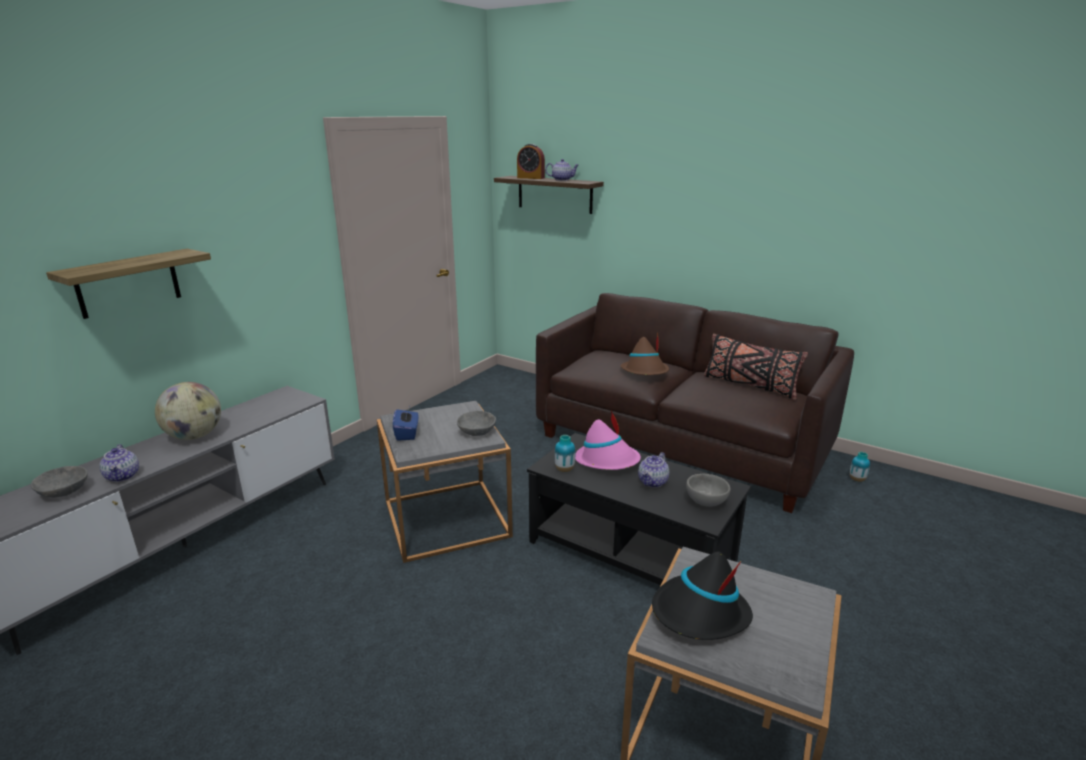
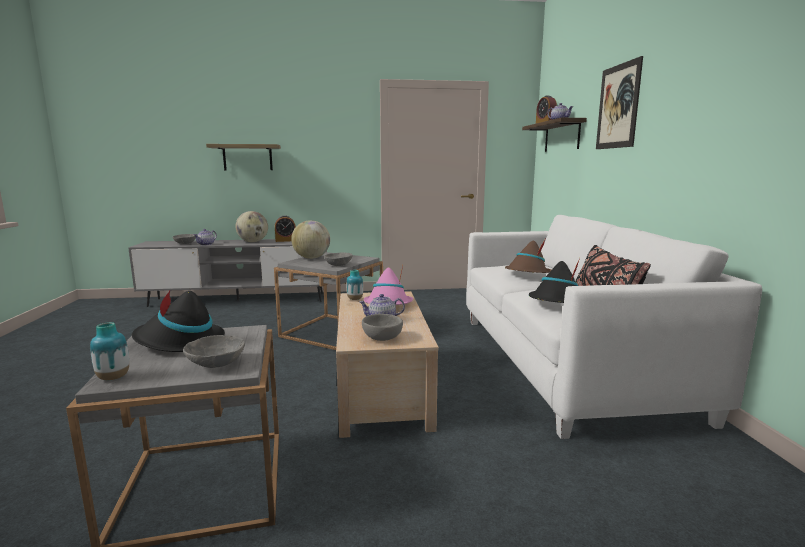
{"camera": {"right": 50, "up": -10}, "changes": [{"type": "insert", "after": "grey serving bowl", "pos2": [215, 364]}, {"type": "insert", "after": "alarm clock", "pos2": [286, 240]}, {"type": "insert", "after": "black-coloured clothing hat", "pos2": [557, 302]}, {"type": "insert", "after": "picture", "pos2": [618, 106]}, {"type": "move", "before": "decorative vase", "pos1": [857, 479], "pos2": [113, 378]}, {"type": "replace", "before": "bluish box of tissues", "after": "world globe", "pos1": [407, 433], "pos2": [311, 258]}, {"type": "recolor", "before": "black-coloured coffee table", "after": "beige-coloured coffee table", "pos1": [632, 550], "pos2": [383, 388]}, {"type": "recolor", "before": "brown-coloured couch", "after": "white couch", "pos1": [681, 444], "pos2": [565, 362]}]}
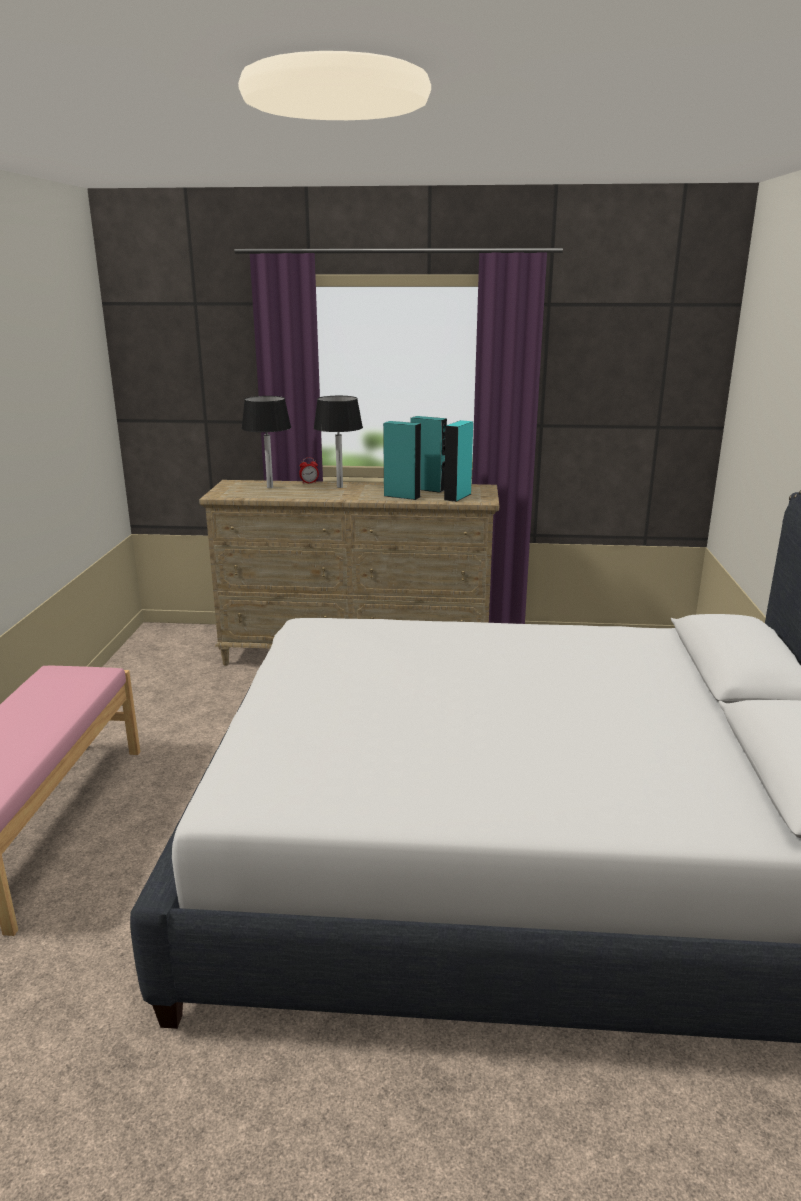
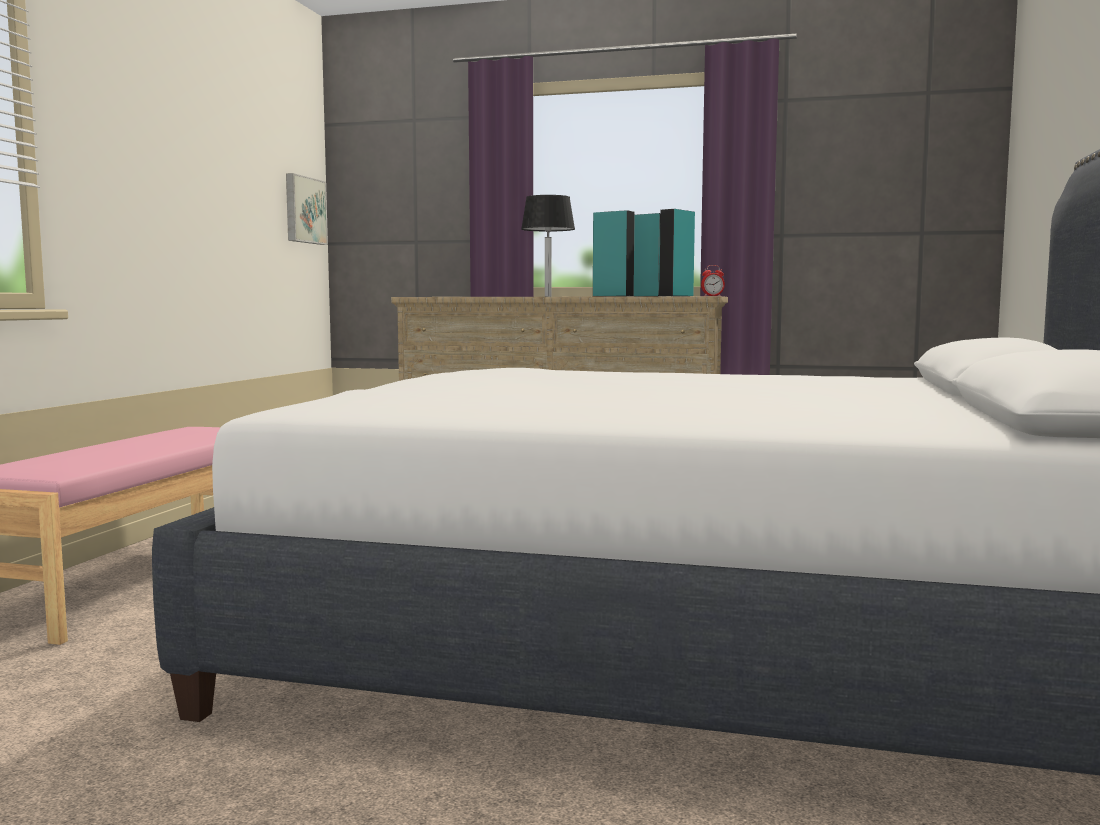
{"camera": {"right": 10, "up": -15}, "changes": [{"type": "delete", "before": "black-coloured table lamp", "pos1": [270, 487]}, {"type": "insert", "after": "picture", "pos2": [303, 210]}, {"type": "move", "before": "alarm clock", "pos1": [309, 483], "pos2": [712, 296]}]}
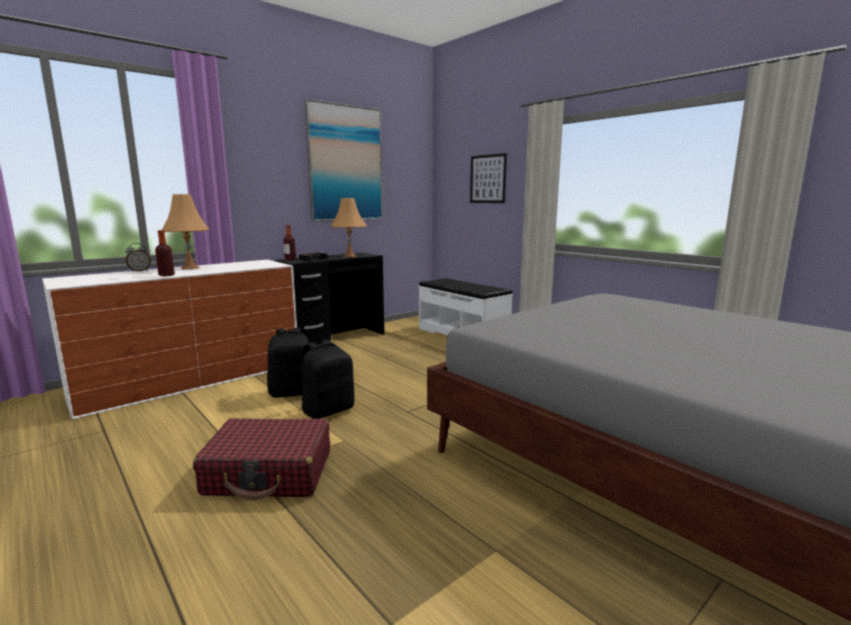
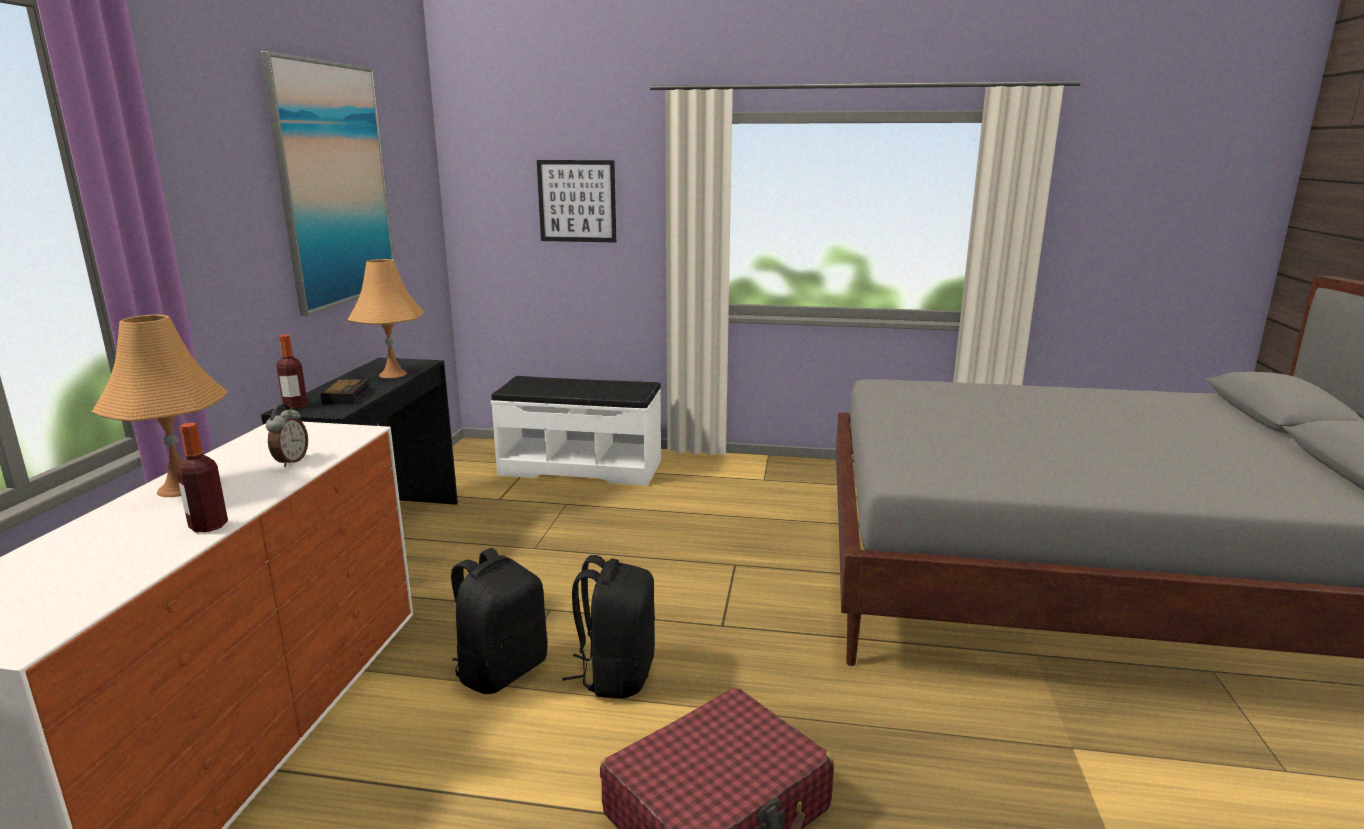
{"camera": {"right": -40, "up": 5}, "changes": [{"type": "move", "before": "alarm clock", "pos1": [139, 271], "pos2": [290, 461]}]}
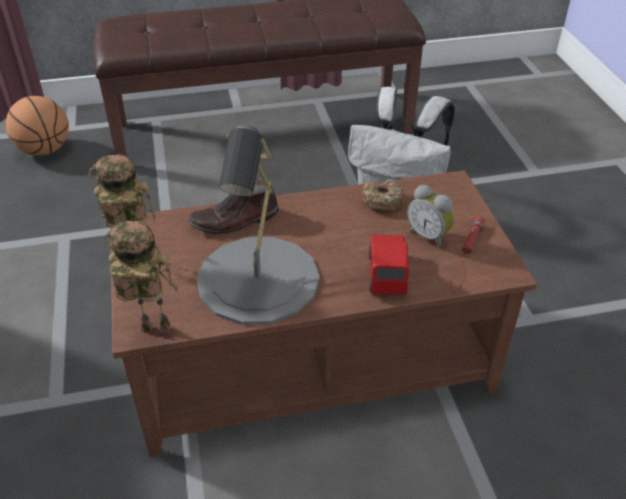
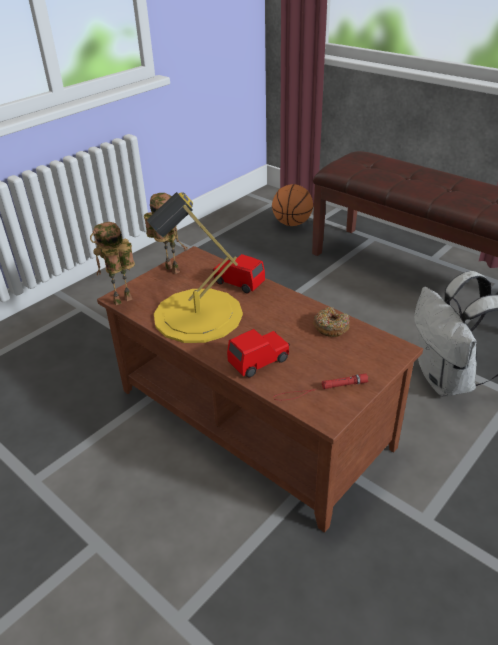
{"camera": {"right": 55, "up": -5}, "changes": [{"type": "delete", "before": "alarm clock", "pos1": [429, 236]}, {"type": "replace", "before": "brown-coloured shoe", "after": "red miniature car", "pos1": [234, 221], "pos2": [239, 283]}, {"type": "recolor", "before": "grey table lamp", "after": "yellow-coloured table lamp", "pos1": [258, 279], "pos2": [198, 315]}, {"type": "rotate", "before": "robot figure", "pos1": [153, 331], "pos2": [122, 302], "turn": -90}]}
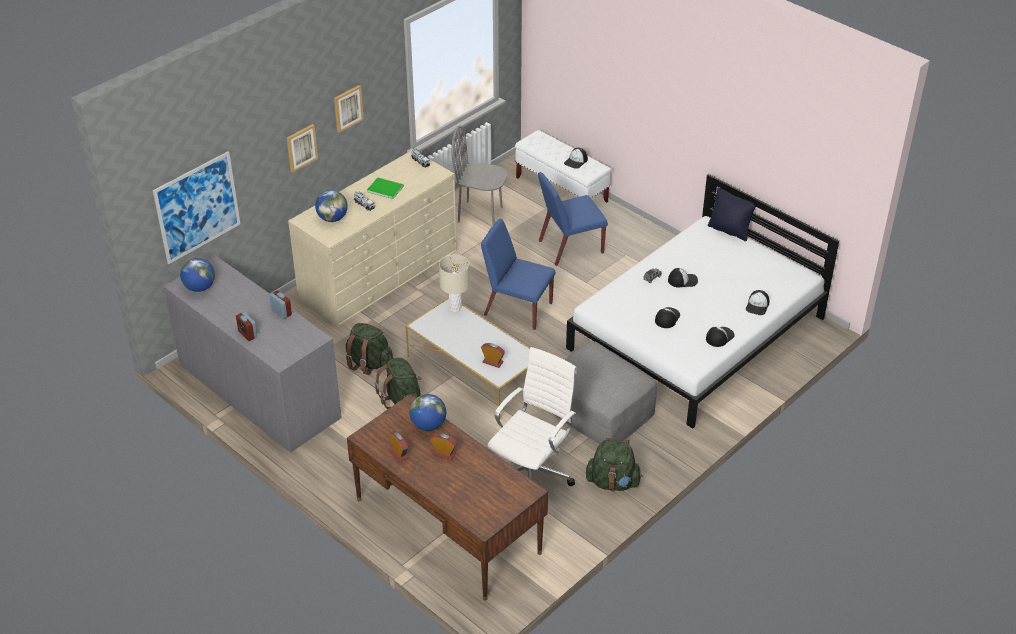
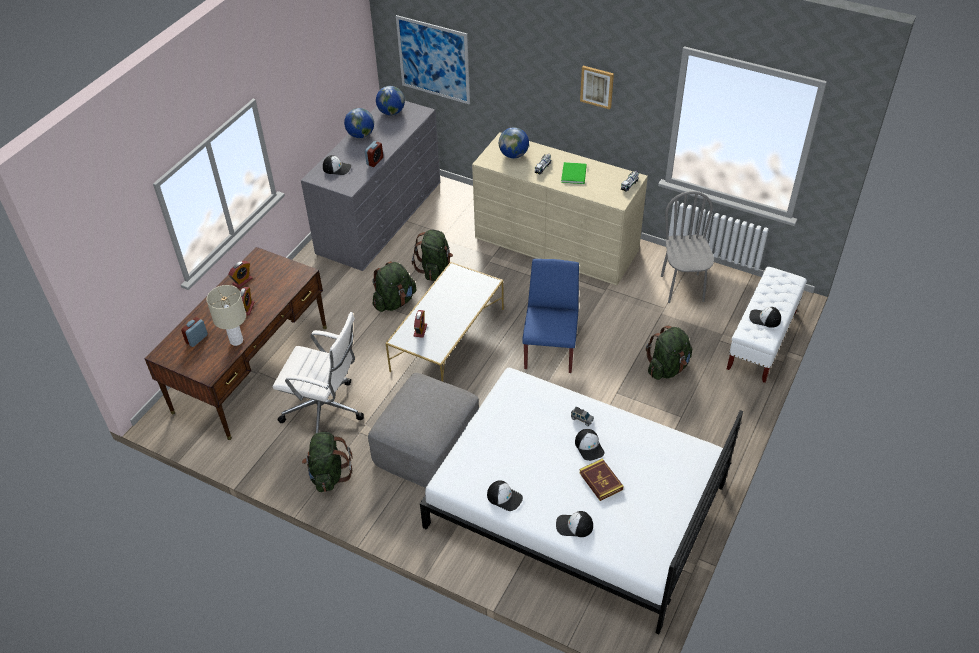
{"camera": {"right": 75, "up": 5}, "changes": [{"type": "delete", "before": "picture", "pos1": [301, 147]}, {"type": "delete", "before": "black-coloured throw pillow", "pos1": [729, 230]}, {"type": "insert", "after": "volume", "pos2": [601, 481]}, {"type": "move", "before": "alarm clock", "pos1": [247, 334], "pos2": [197, 339]}, {"type": "move", "before": "world globe", "pos1": [428, 425], "pos2": [360, 135]}, {"type": "move", "before": "beige-coloured table lamp", "pos1": [455, 308], "pos2": [236, 341]}, {"type": "move", "before": "peaked cap", "pos1": [667, 318], "pos2": [337, 168]}, {"type": "replace", "before": "bluish upright chair", "after": "greenish knapsack", "pos1": [570, 247], "pos2": [667, 368]}]}
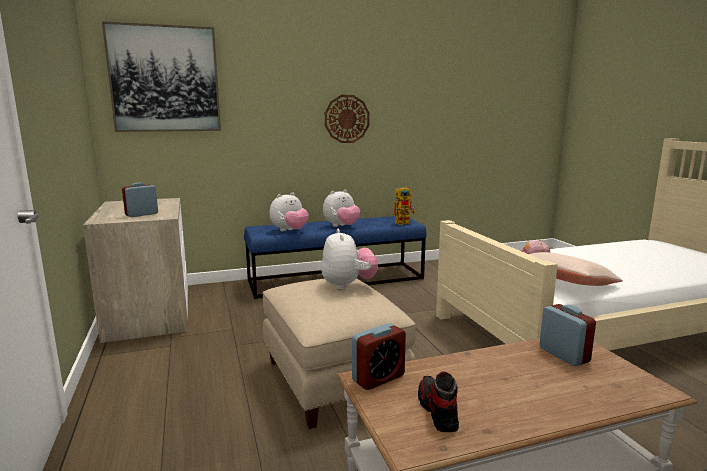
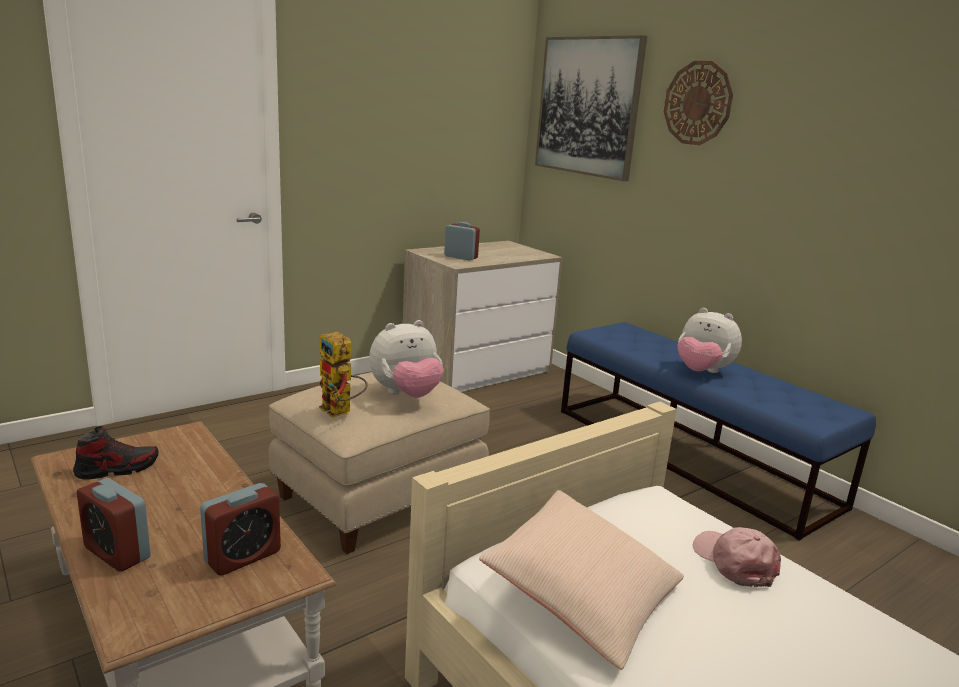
{"camera": {"right": 70, "up": 5}, "changes": [{"type": "delete", "before": "soft toy", "pos1": [289, 231]}, {"type": "move", "before": "wall clock", "pos1": [347, 119], "pos2": [698, 103]}, {"type": "move", "before": "alarm clock", "pos1": [378, 378], "pos2": [117, 553]}, {"type": "move", "before": "robot figure", "pos1": [404, 222], "pos2": [341, 412]}]}
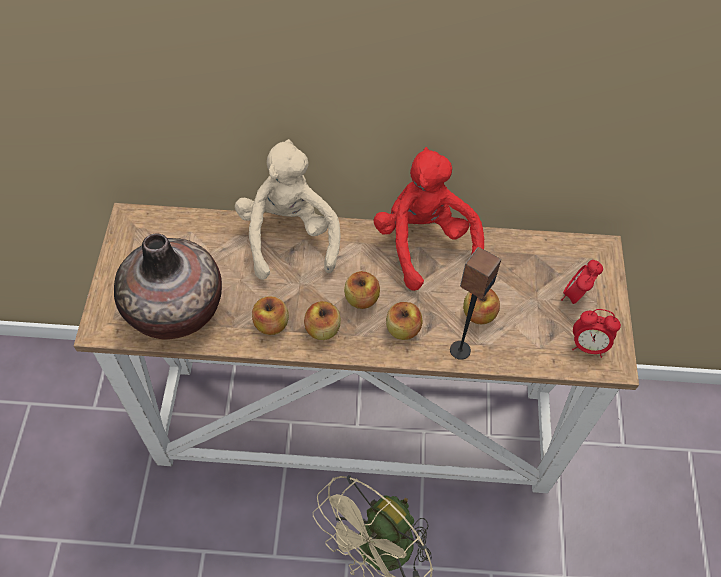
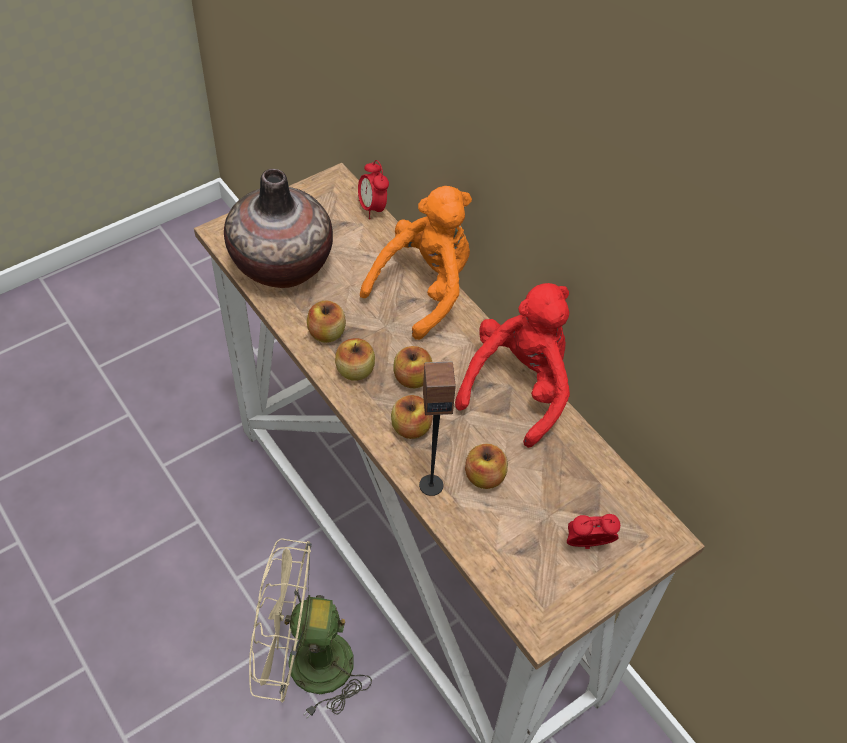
{"camera": {"right": 50, "up": -5}, "changes": [{"type": "move", "before": "alarm clock", "pos1": [588, 346], "pos2": [372, 208]}, {"type": "recolor", "before": "beige-coloured soft toy", "after": "orange-coloured soft toy", "pos1": [289, 236], "pos2": [425, 288]}]}
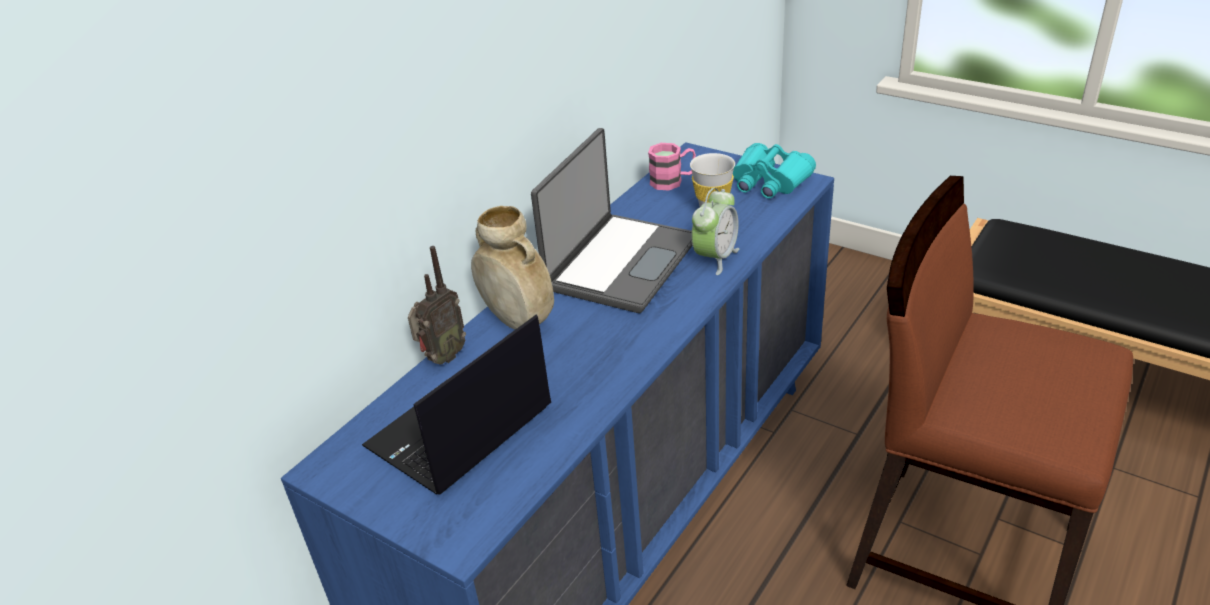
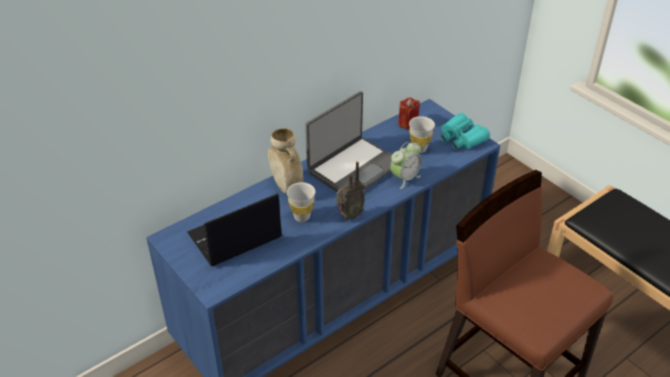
{"camera": {"right": 15, "up": 5}, "changes": [{"type": "insert", "after": "white cup", "pos2": [302, 217]}, {"type": "move", "before": "radio receiver", "pos1": [442, 358], "pos2": [349, 216]}, {"type": "replace", "before": "pink-coloured coffee mug", "after": "red candle", "pos1": [672, 181], "pos2": [408, 123]}]}
